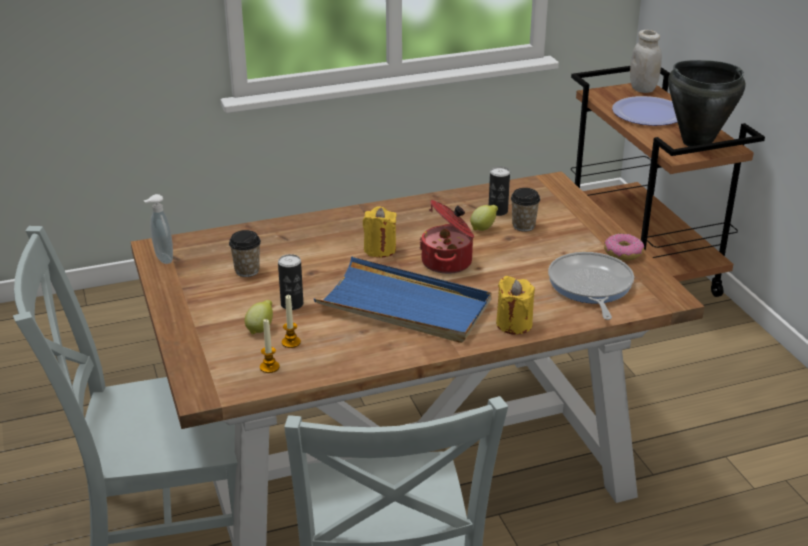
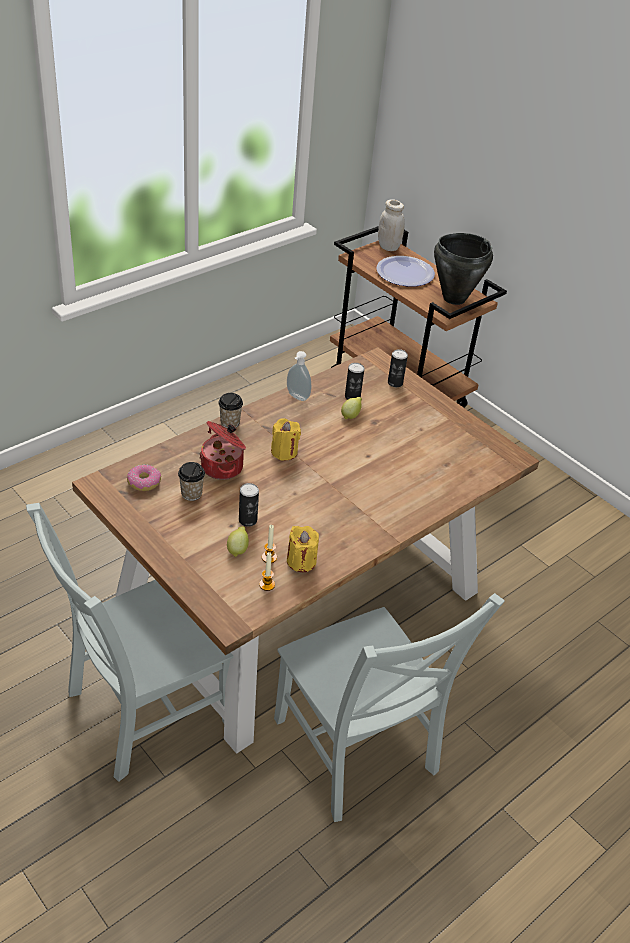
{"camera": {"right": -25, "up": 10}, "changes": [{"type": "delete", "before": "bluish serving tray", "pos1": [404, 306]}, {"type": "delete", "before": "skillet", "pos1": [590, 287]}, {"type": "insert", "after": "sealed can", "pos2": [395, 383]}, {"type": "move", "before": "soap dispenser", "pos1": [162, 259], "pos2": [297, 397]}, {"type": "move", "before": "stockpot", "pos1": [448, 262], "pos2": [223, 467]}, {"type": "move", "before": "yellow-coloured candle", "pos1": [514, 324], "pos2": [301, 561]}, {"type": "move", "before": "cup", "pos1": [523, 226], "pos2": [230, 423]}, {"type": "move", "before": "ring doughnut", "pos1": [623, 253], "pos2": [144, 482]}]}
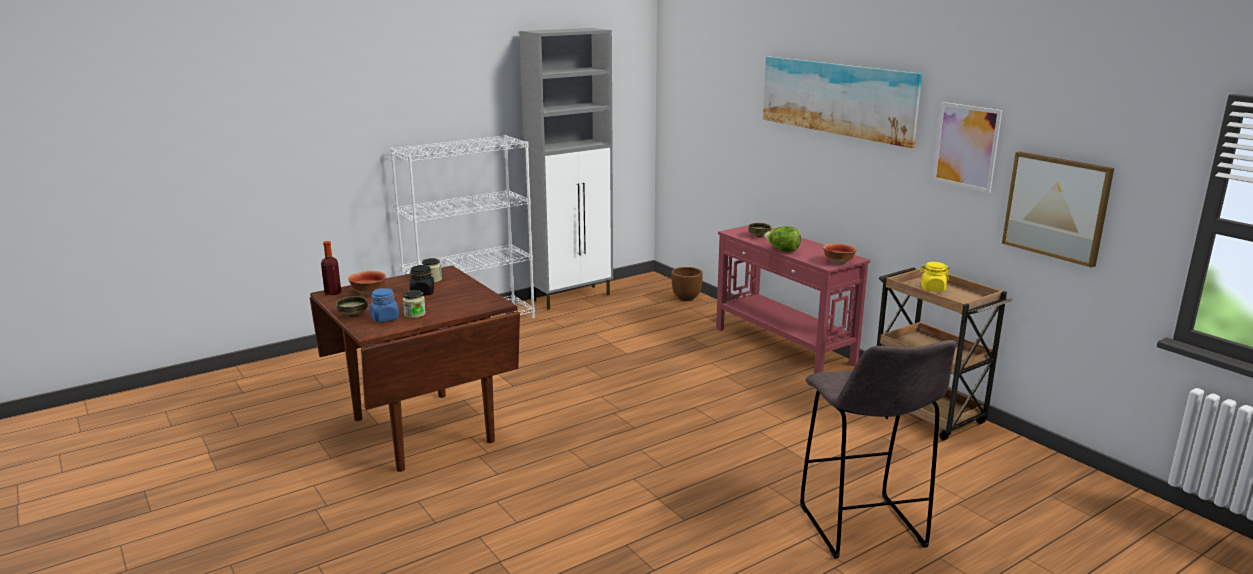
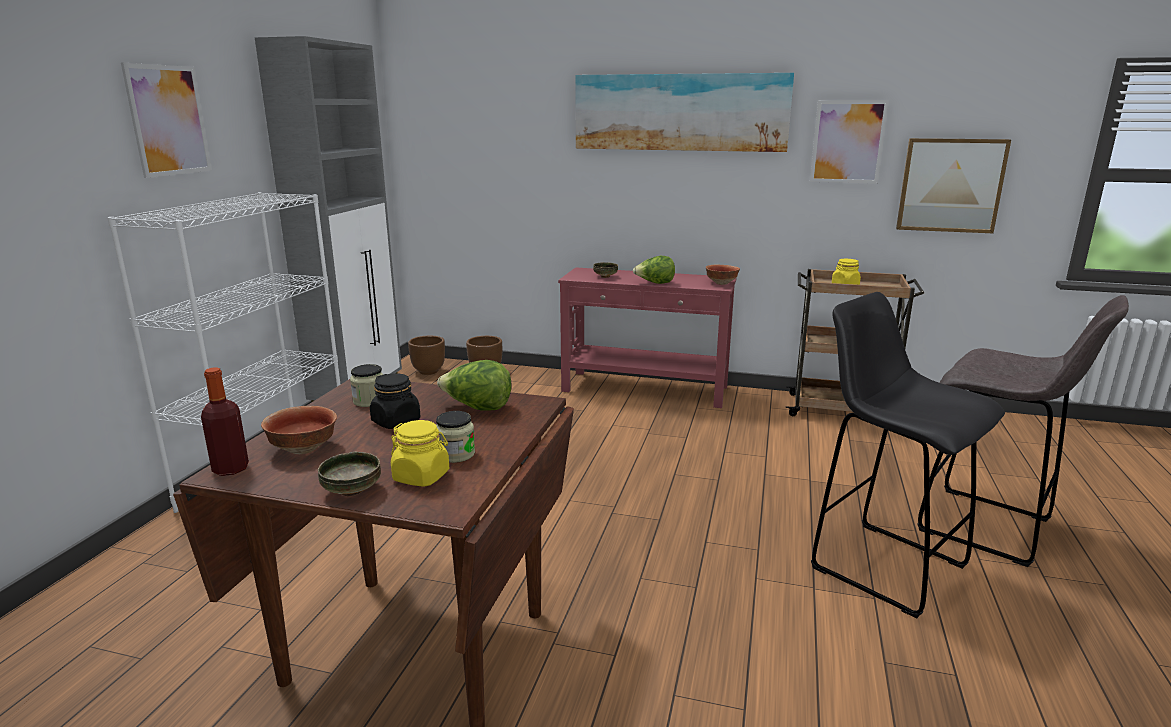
{"camera": {"right": -40, "up": 0}, "changes": [{"type": "insert", "after": "picture", "pos2": [168, 120]}, {"type": "insert", "after": "brown-coloured flower pot", "pos2": [428, 371]}, {"type": "insert", "after": "head of lettuce", "pos2": [477, 408]}, {"type": "insert", "after": "black-coloured stool seat", "pos2": [883, 565]}, {"type": "recolor", "before": "bluish storage jar", "after": "yellow-coloured storage jar", "pos1": [385, 318], "pos2": [421, 476]}]}
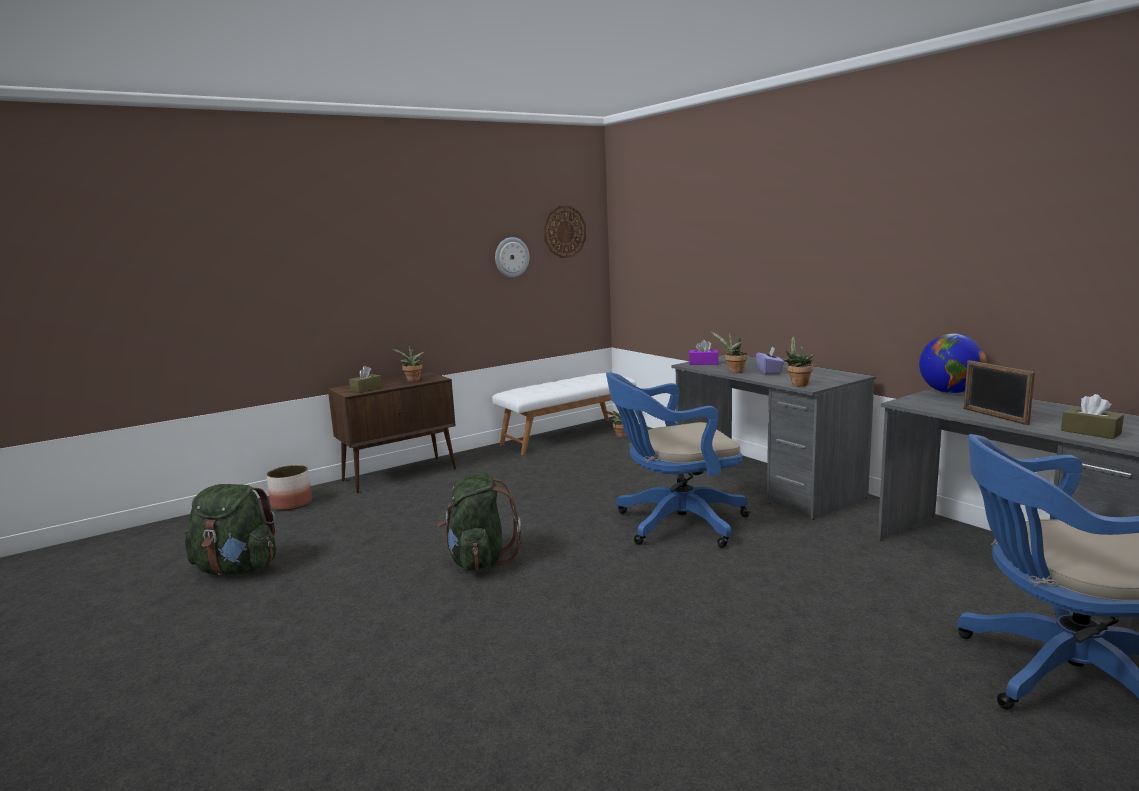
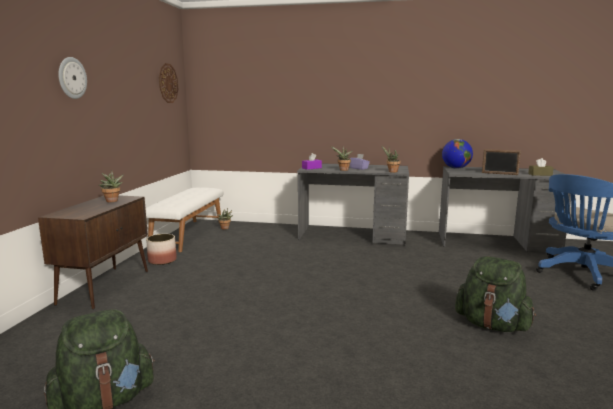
{"camera": {"right": -45, "up": 0}, "changes": [{"type": "delete", "before": "brown-coloured box of tissues", "pos1": [366, 389]}, {"type": "delete", "before": "bluish computer chair", "pos1": [674, 524]}, {"type": "move", "before": "flower pot", "pos1": [291, 504], "pos2": [162, 260]}, {"type": "move", "before": "greenish knapsack", "pos1": [479, 561], "pos2": [492, 325]}, {"type": "move", "before": "wall clock", "pos1": [511, 257], "pos2": [71, 78]}]}
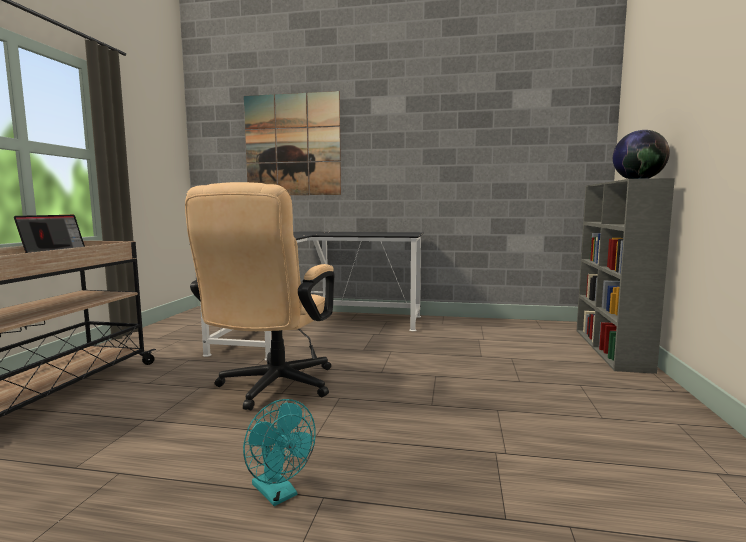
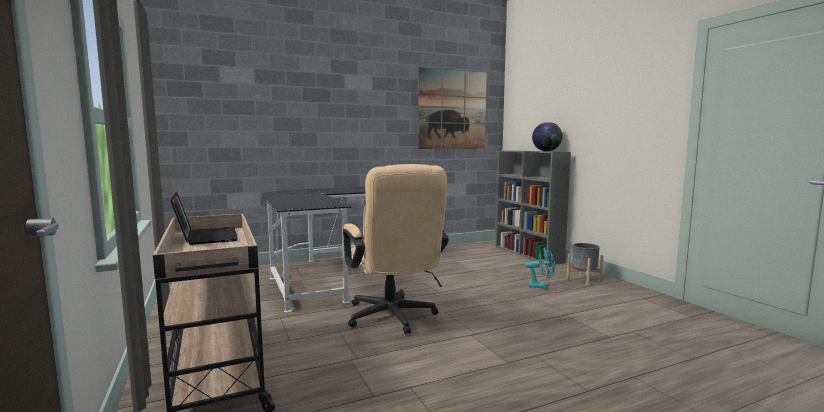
{"camera": {"right": -35, "up": 0}, "changes": [{"type": "insert", "after": "grey flower pot", "pos2": [583, 280]}, {"type": "move", "before": "turquoise-coloured fan", "pos1": [279, 494], "pos2": [541, 286]}, {"type": "move", "before": "picture", "pos1": [292, 145], "pos2": [452, 109]}]}
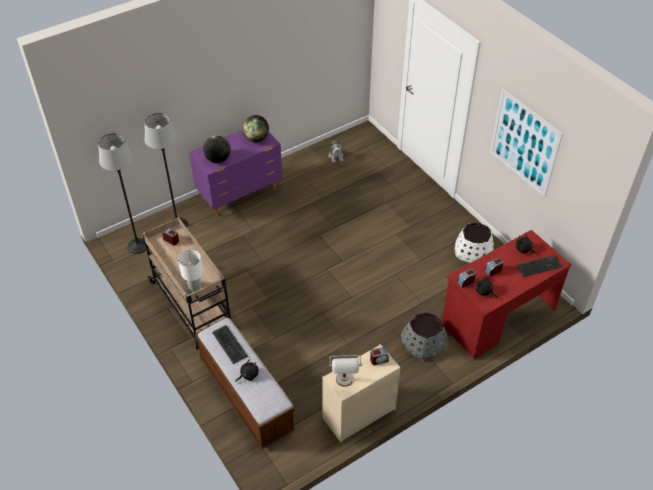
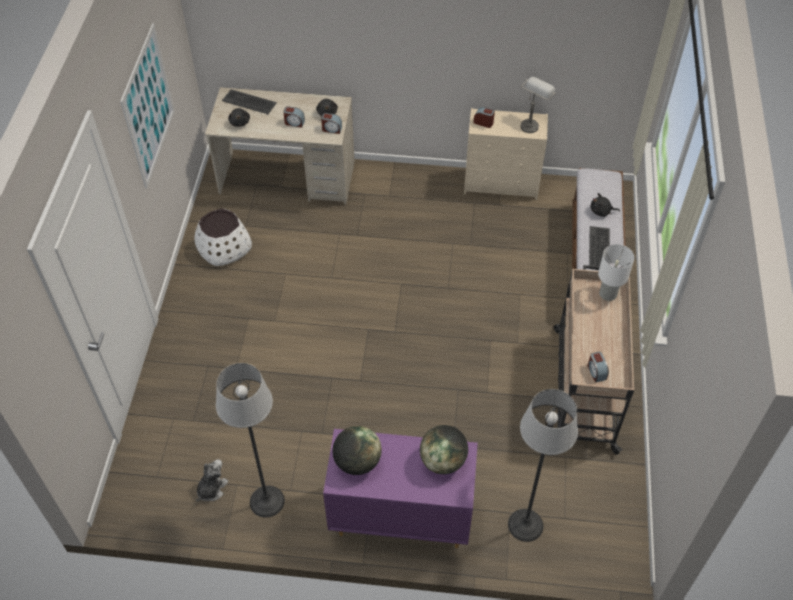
{"camera": {"right": -140, "up": 5}, "changes": [{"type": "delete", "before": "grey flower pot", "pos1": [423, 343]}, {"type": "move", "before": "floor lamp", "pos1": [138, 245], "pos2": [266, 501]}, {"type": "recolor", "before": "red desk unit", "after": "beige-coloured desk unit", "pos1": [498, 317], "pos2": [287, 178]}]}
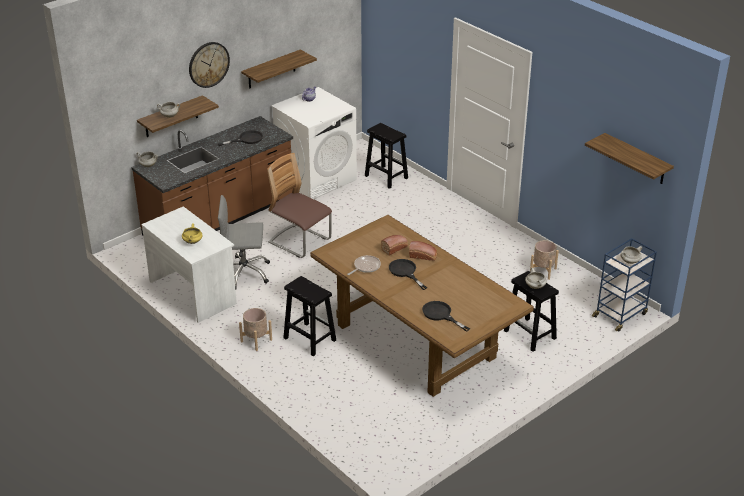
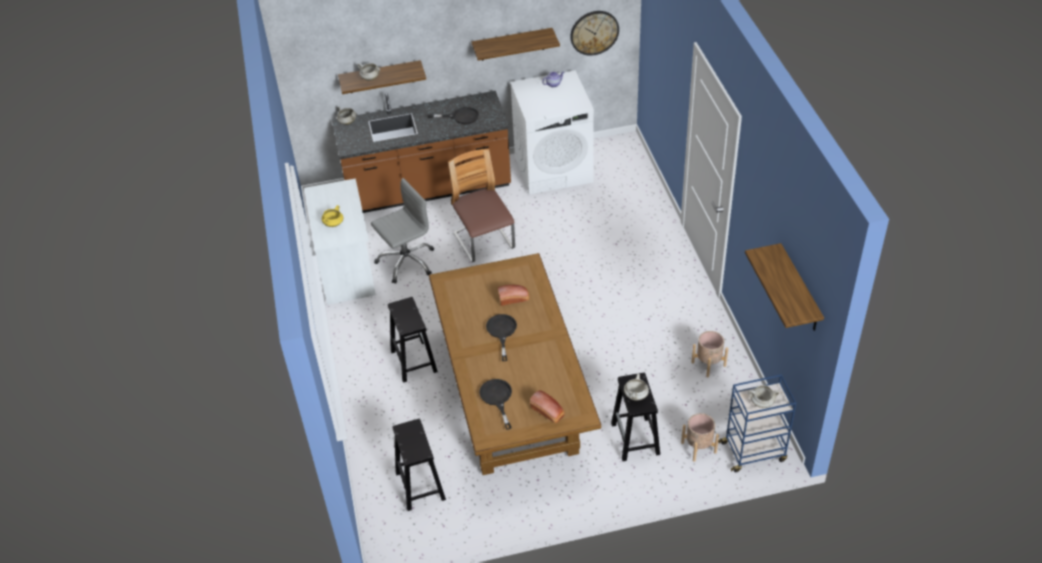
{"camera": {"right": 30, "up": 10}, "changes": [{"type": "delete", "before": "skillet", "pos1": [365, 267]}, {"type": "move", "before": "wall clock", "pos1": [208, 64], "pos2": [594, 32]}, {"type": "move", "before": "beige-coloured flower pot", "pos1": [256, 340], "pos2": [698, 447]}, {"type": "move", "before": "black-coloured stool seat", "pos1": [385, 176], "pos2": [419, 485]}, {"type": "move", "before": "baked bread", "pos1": [423, 256], "pos2": [548, 412]}, {"type": "rotate", "before": "grey computer chair", "pos1": [244, 273], "pos2": [406, 262], "turn": 120}]}
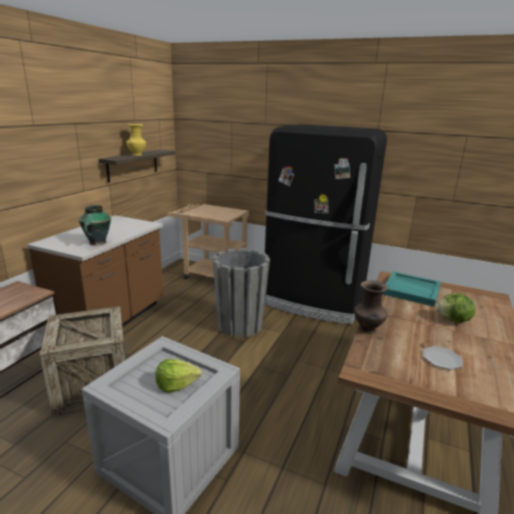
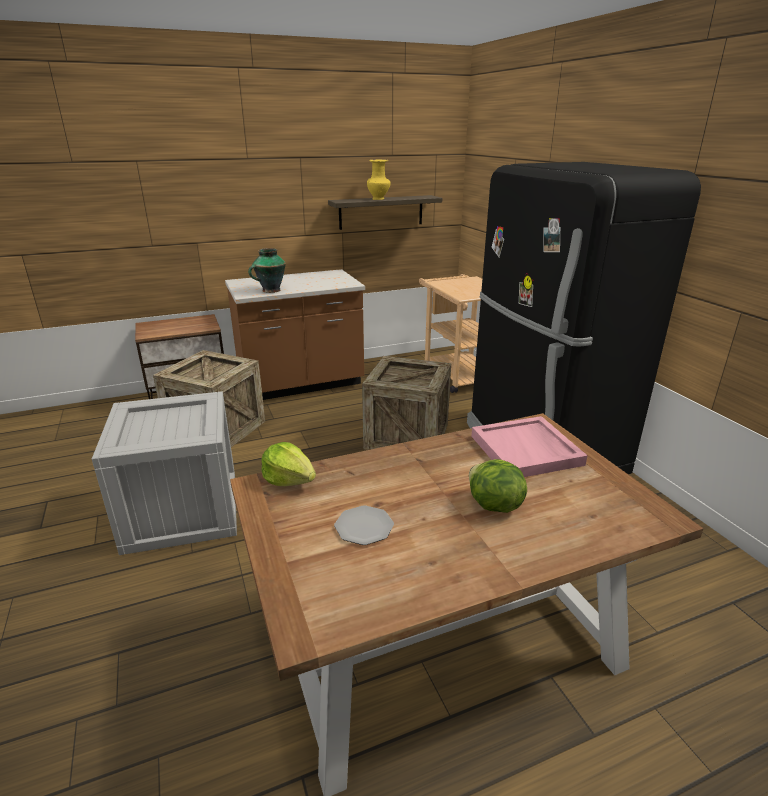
{"camera": {"right": 45, "up": 5}, "changes": [{"type": "delete", "before": "brown-coloured decorative vase", "pos1": [368, 330]}, {"type": "move", "before": "head of lettuce", "pos1": [176, 384], "pos2": [289, 479]}, {"type": "replace", "before": "grey flower pot", "after": "shipping crate", "pos1": [240, 325], "pos2": [407, 436]}, {"type": "recolor", "before": "turquoise-coloured serving tray", "after": "pink-coloured serving tray", "pos1": [412, 290], "pos2": [527, 450]}]}
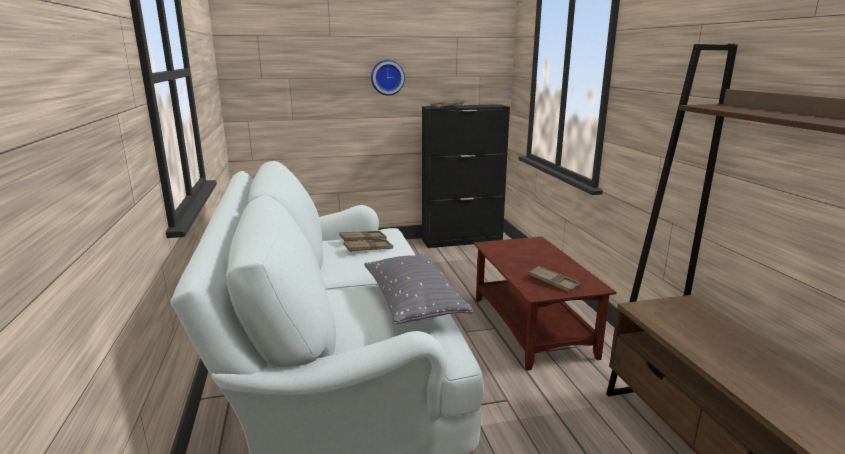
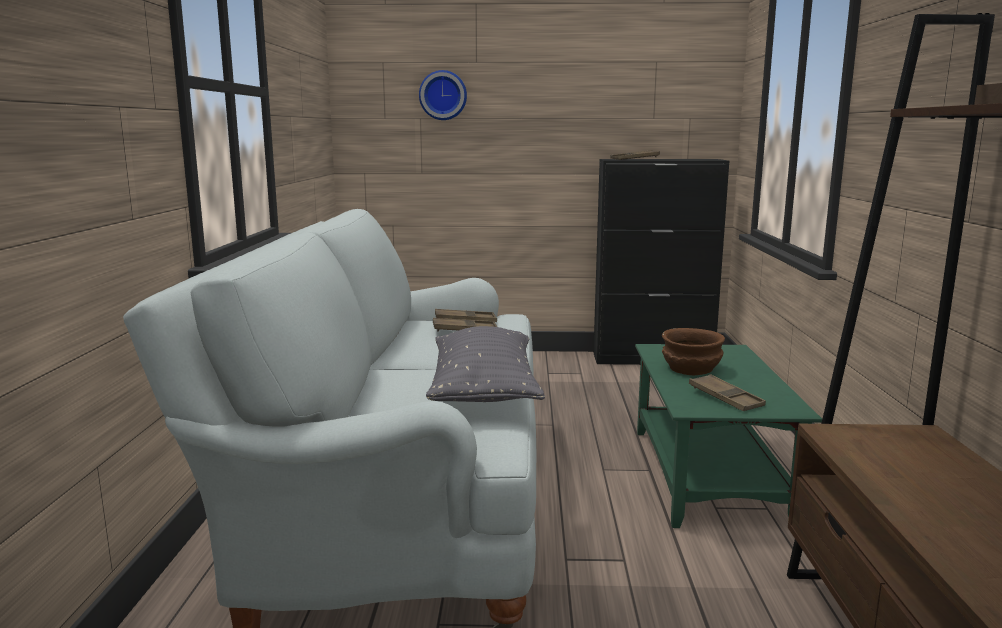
{"camera": {"right": 15, "up": -5}, "changes": [{"type": "insert", "after": "brown-coloured serving bowl", "pos2": [692, 369]}, {"type": "move", "before": "wall clock", "pos1": [387, 77], "pos2": [443, 95]}, {"type": "recolor", "before": "brown-coloured coffee table", "after": "greenish coffee table", "pos1": [530, 326], "pos2": [706, 474]}]}
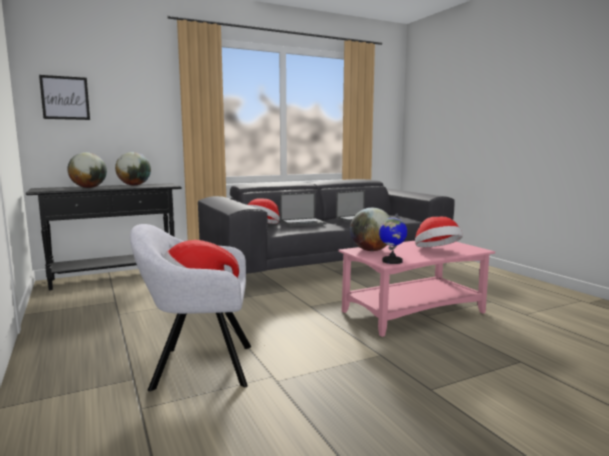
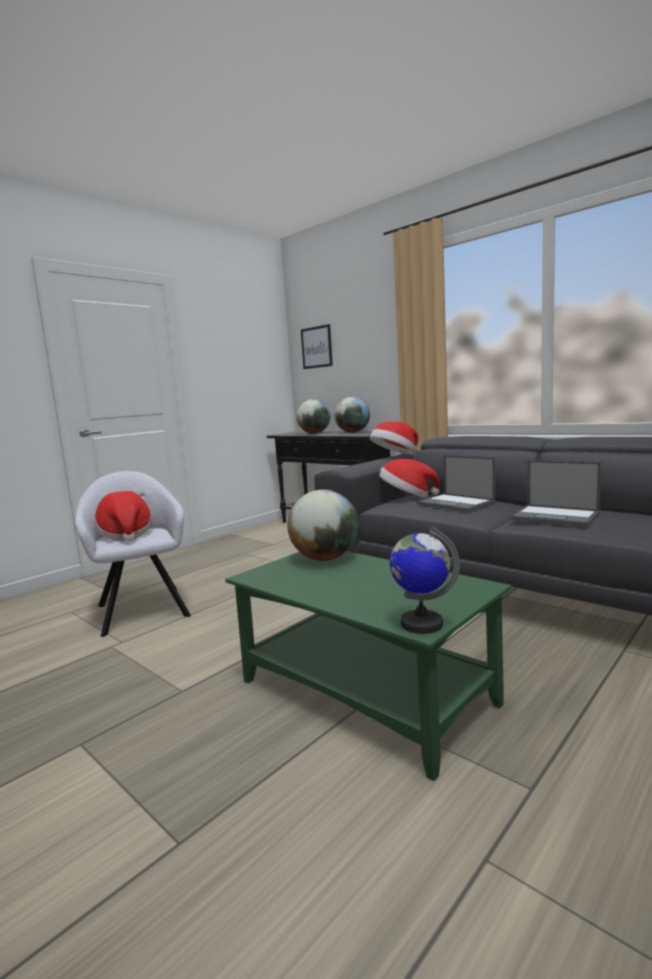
{"camera": {"right": 70, "up": 0}, "changes": [{"type": "move", "before": "world globe", "pos1": [392, 261], "pos2": [421, 624]}, {"type": "move", "before": "clothing hat", "pos1": [436, 251], "pos2": [395, 456]}, {"type": "recolor", "before": "pink-coloured coffee table", "after": "greenish coffee table", "pos1": [413, 312], "pos2": [367, 692]}]}
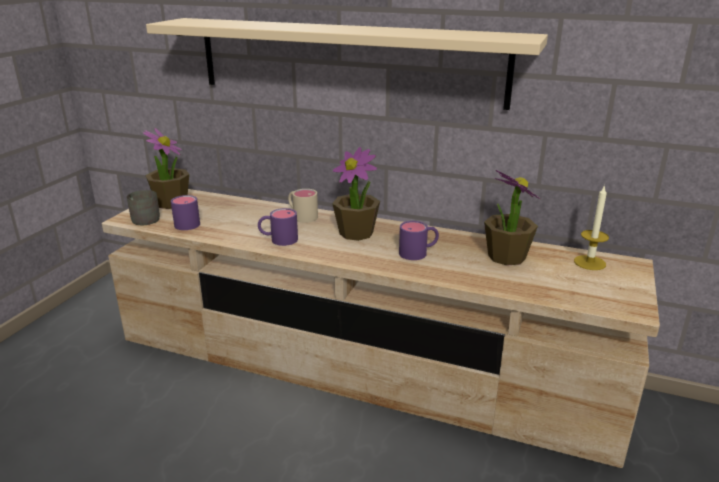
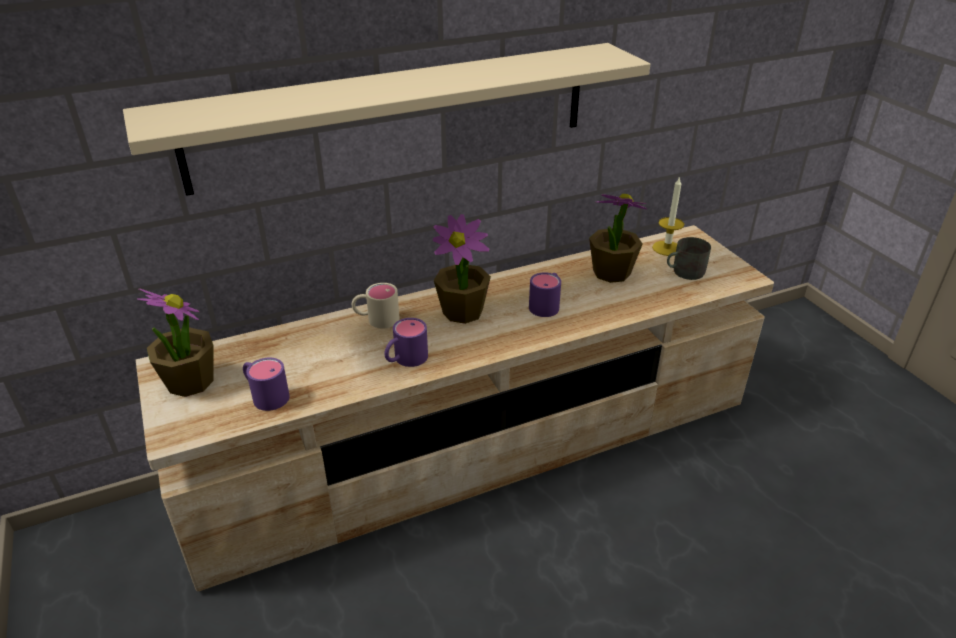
{"camera": {"right": -45, "up": 10}, "changes": [{"type": "move", "before": "grey coffee mug", "pos1": [143, 219], "pos2": [684, 272]}]}
